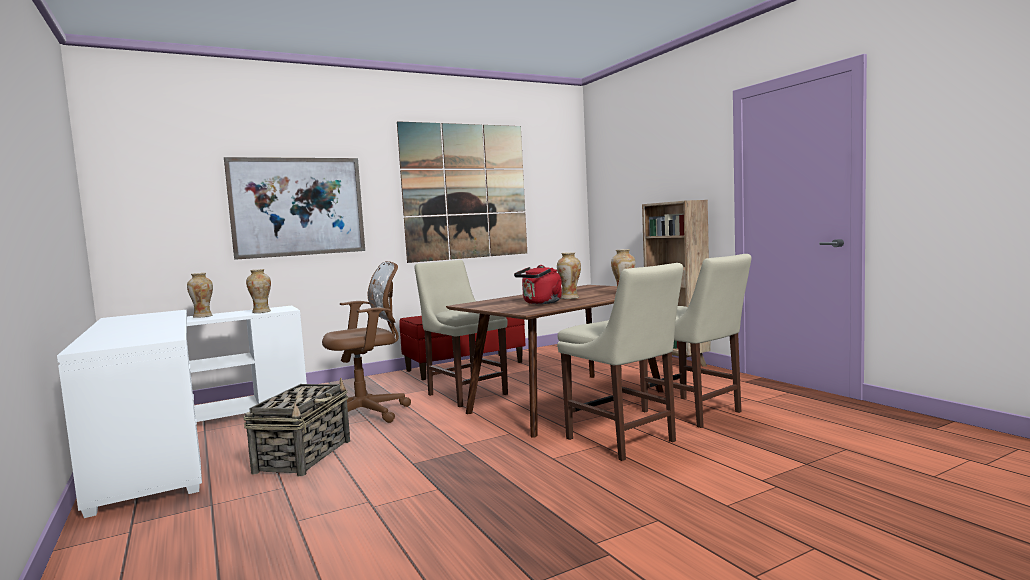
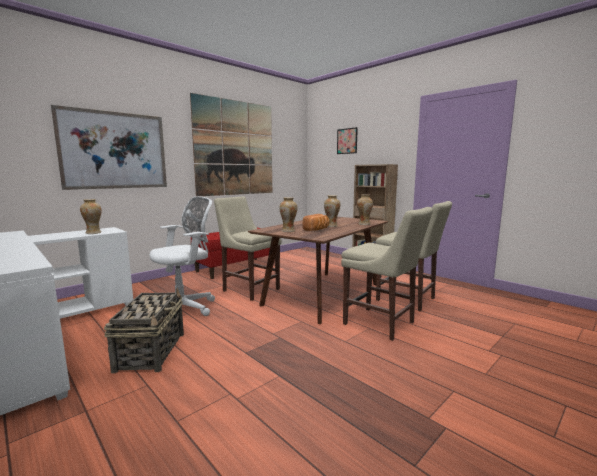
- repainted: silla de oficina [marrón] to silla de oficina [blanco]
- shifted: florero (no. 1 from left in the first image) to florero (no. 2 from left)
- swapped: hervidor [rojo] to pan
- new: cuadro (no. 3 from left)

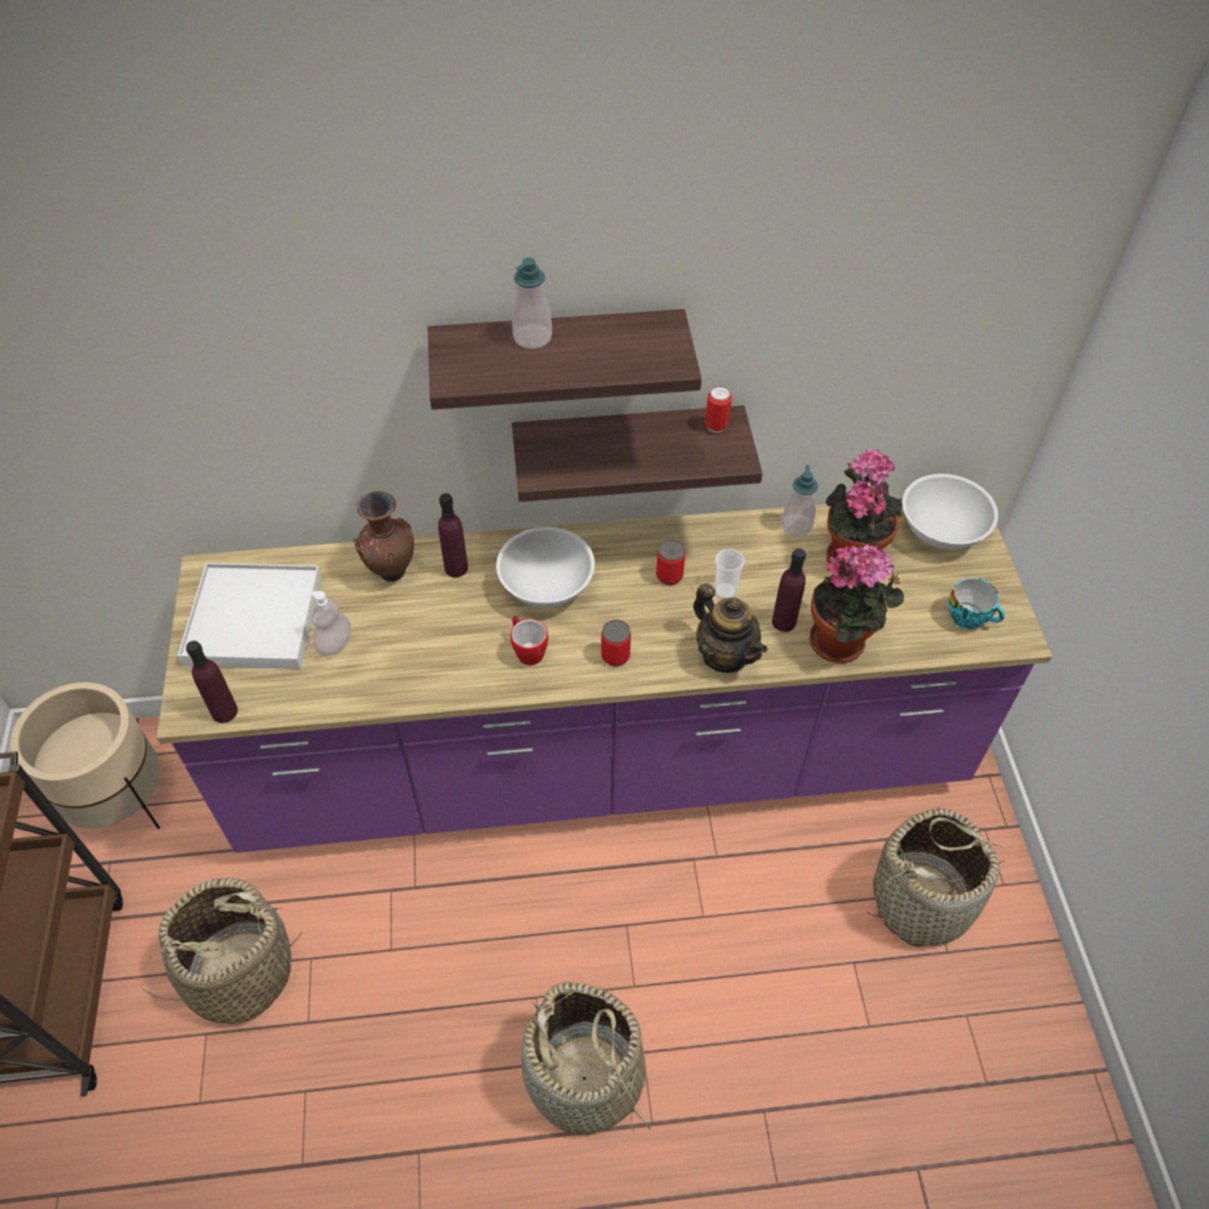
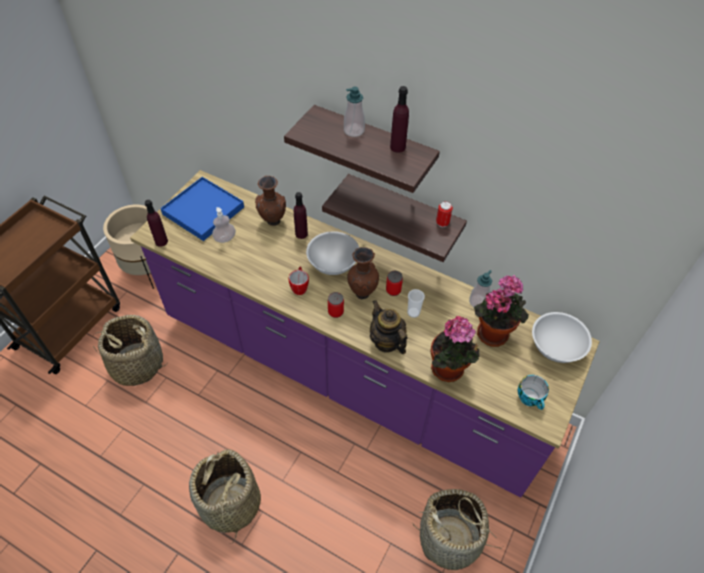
- repainted: bandeja [blanco] to bandeja [azul]
- new: florero [marrón] (no. 2 from left)
- rotated: tetera 150 degrees clockwise
- shifted: botella [morado] (no. 3 from left)

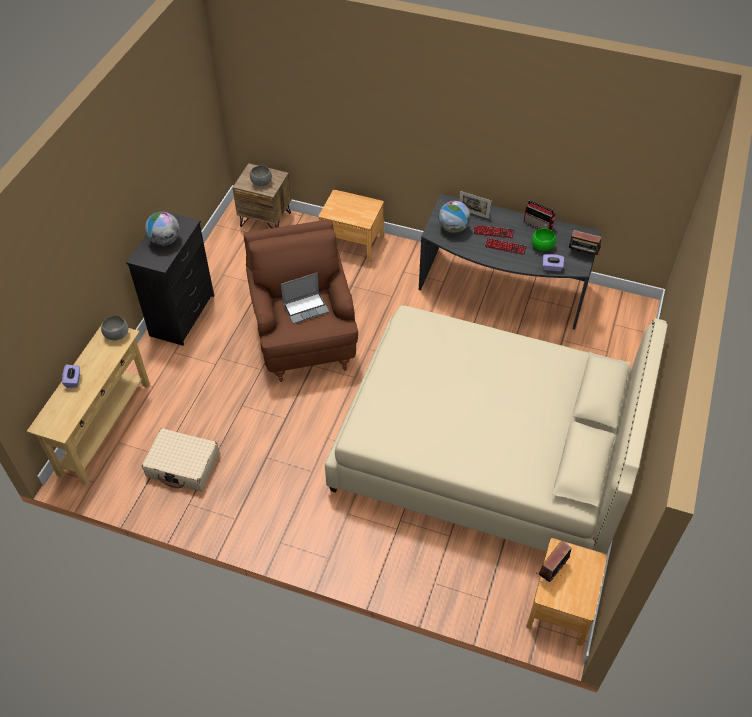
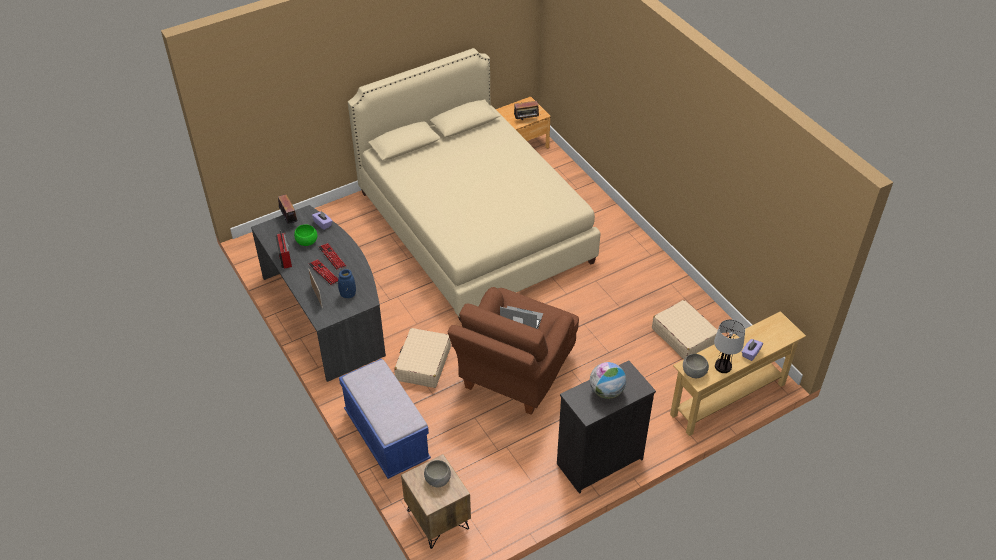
- swapped: globo terráqueo (no. 2 from left) to florero [azul]
- swapped: mesita de noche [marrón] (no. 2 from left) to banco [azul]
- new: maleta [beis] (no. 1 from left)
- new: lámpara de mesa

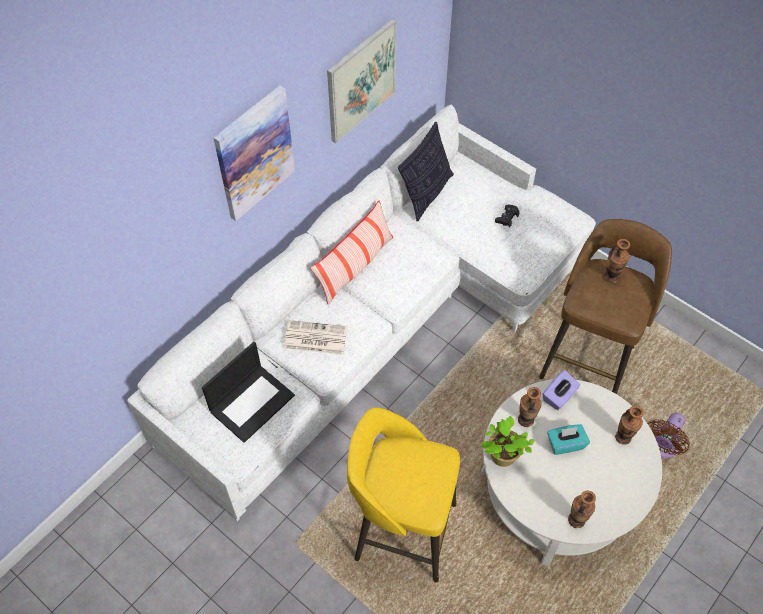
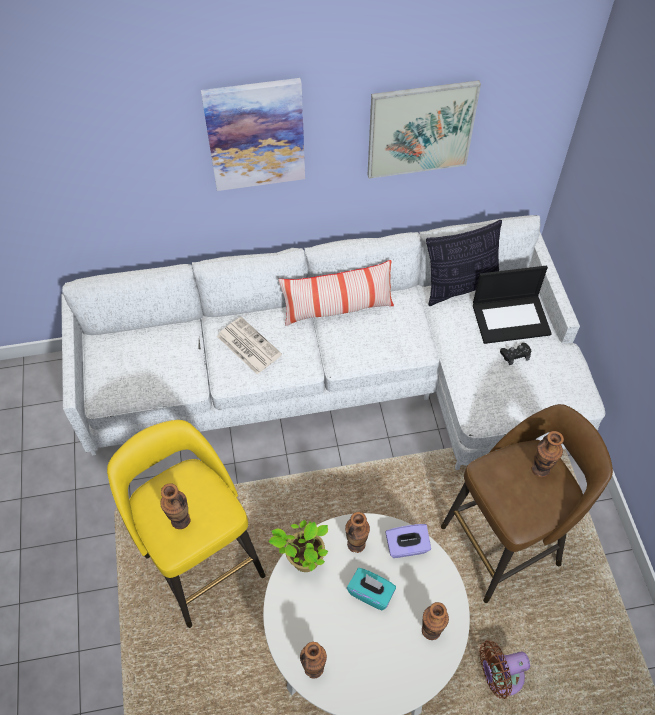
- new: florero (no. 1 from left)
- shifted: portátil

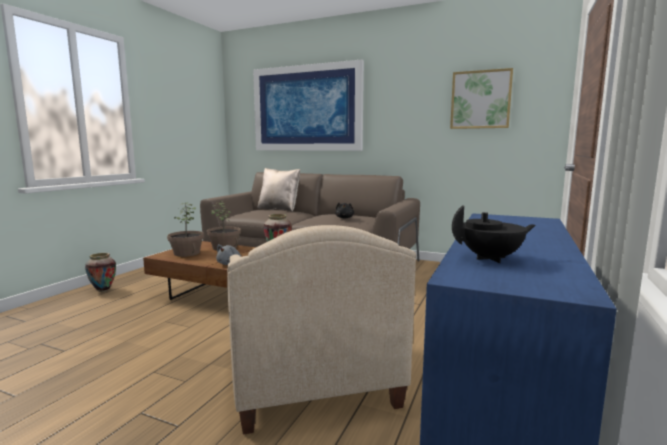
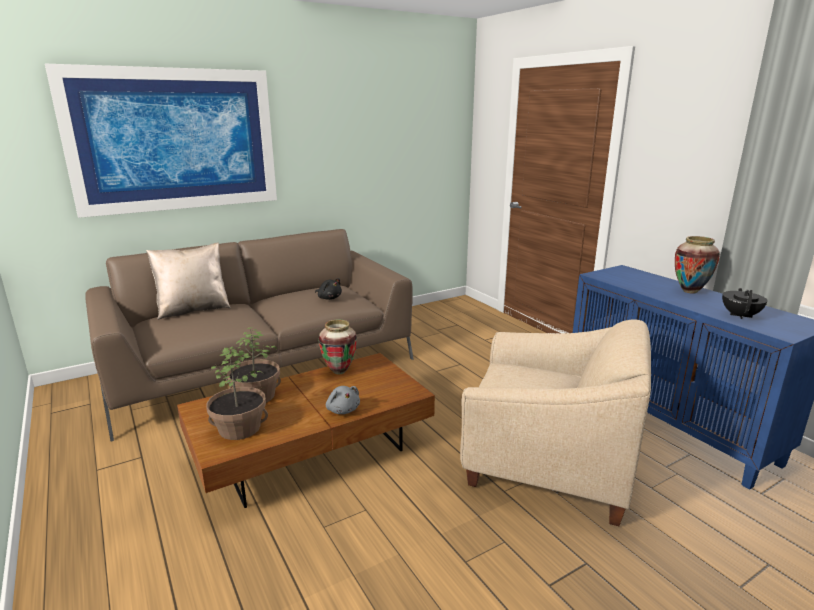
- shifted: florero (no. 1 from left in the first image) to florero (no. 2 from left)
- gone: cuadro (no. 2 from left)

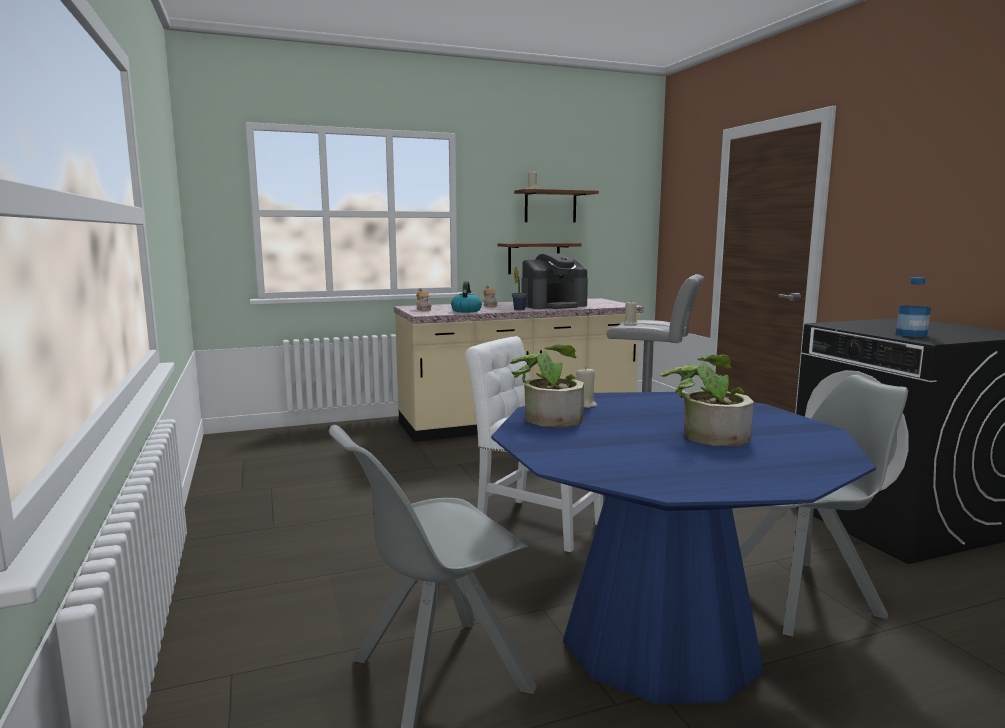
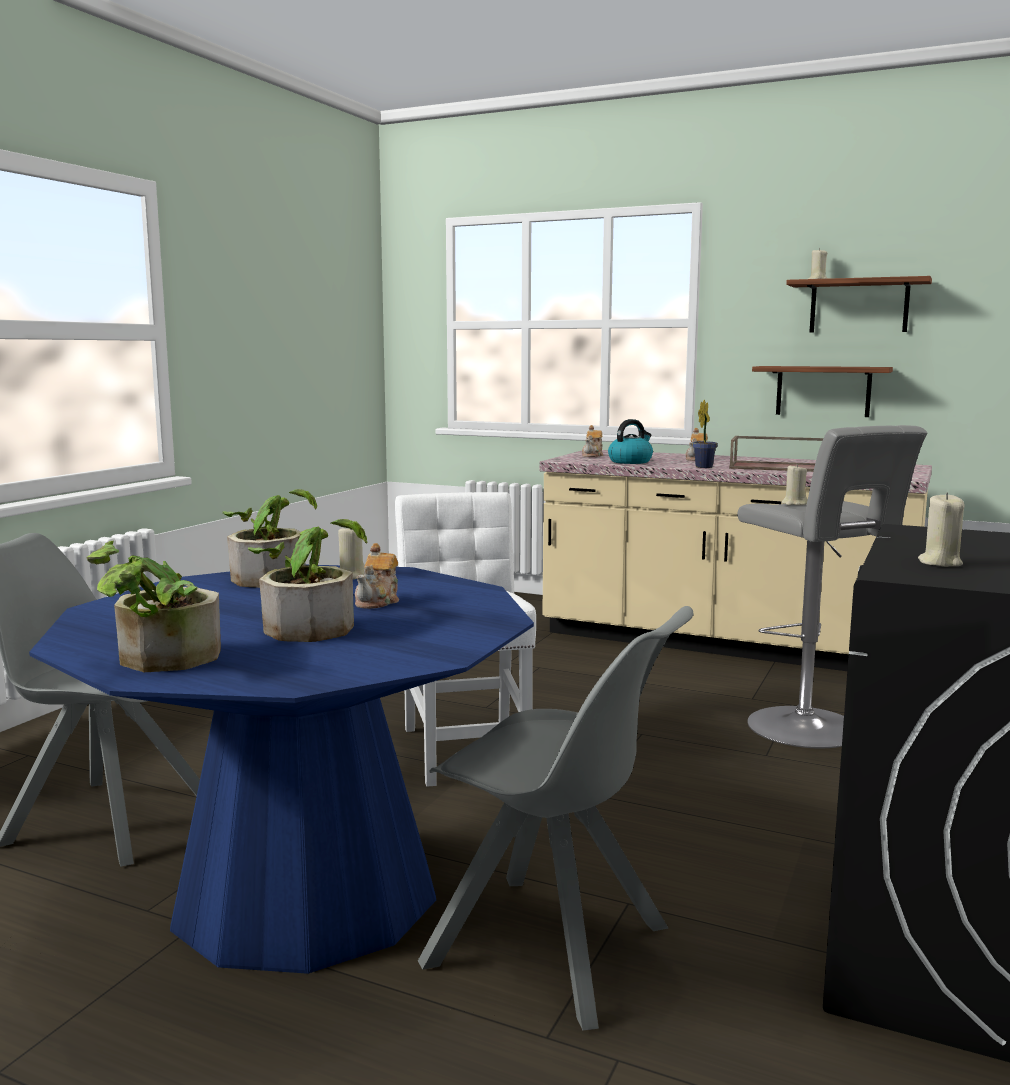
- new: planta en maceta (no. 1 from left)
- new: tetera (no. 1 from left)
- swapped: cafetera to bandeja [marrón]
- swapped: botella to vela [beis] (no. 4 from left)

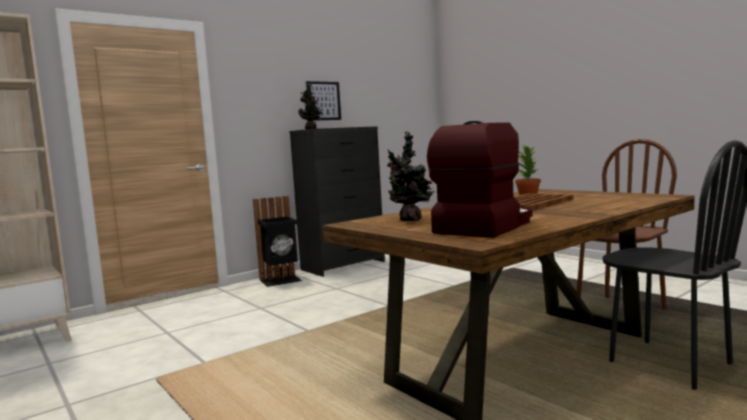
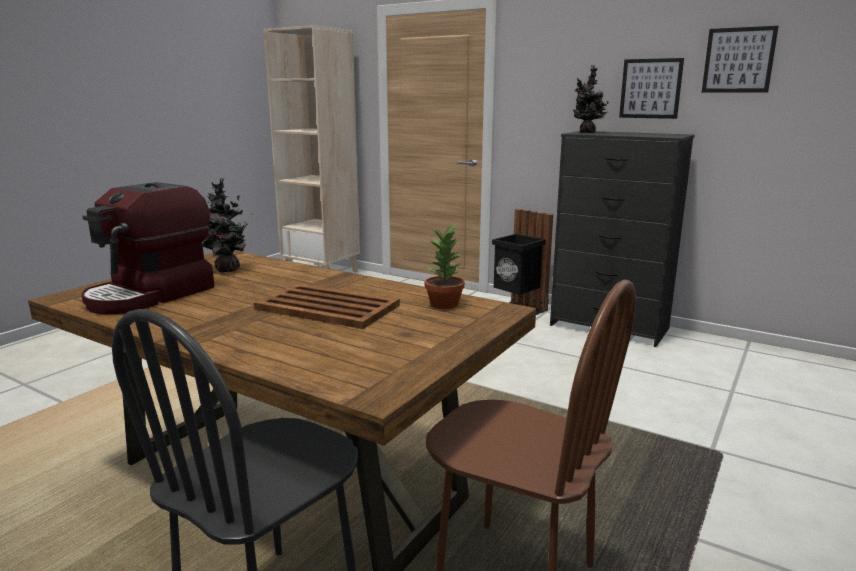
- rotated: cafetera 105 degrees clockwise
- new: cuadro (no. 2 from left)

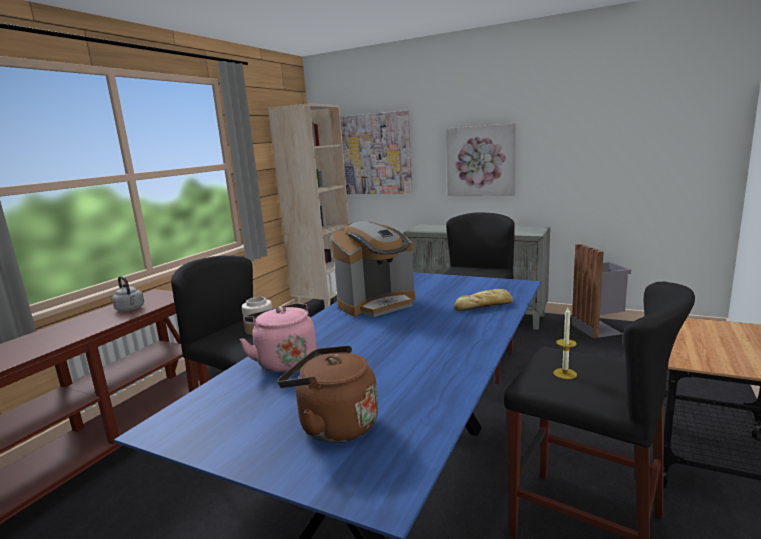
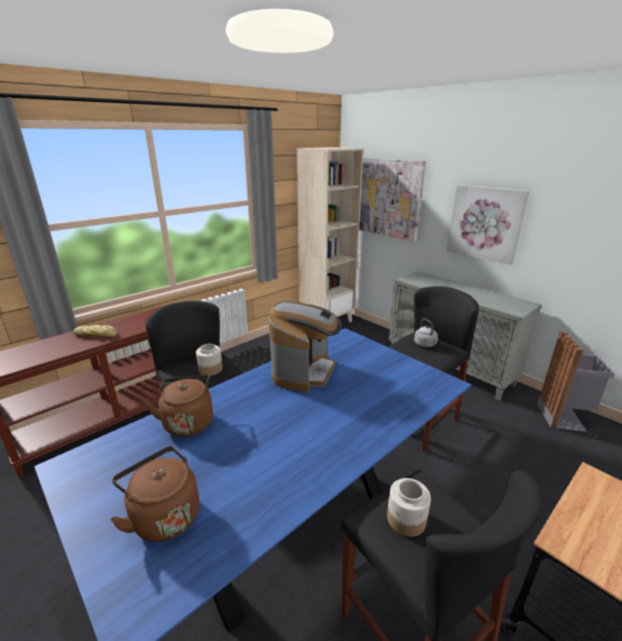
- shifted: pan
- repainted: hervidor [rosa] to hervidor [marrón] (no. 2 from left)
- rotated: cafetera 60 degrees counterclockwise
- swapped: vela to tarro (no. 2 from left)
- shifted: hervidor [gris]

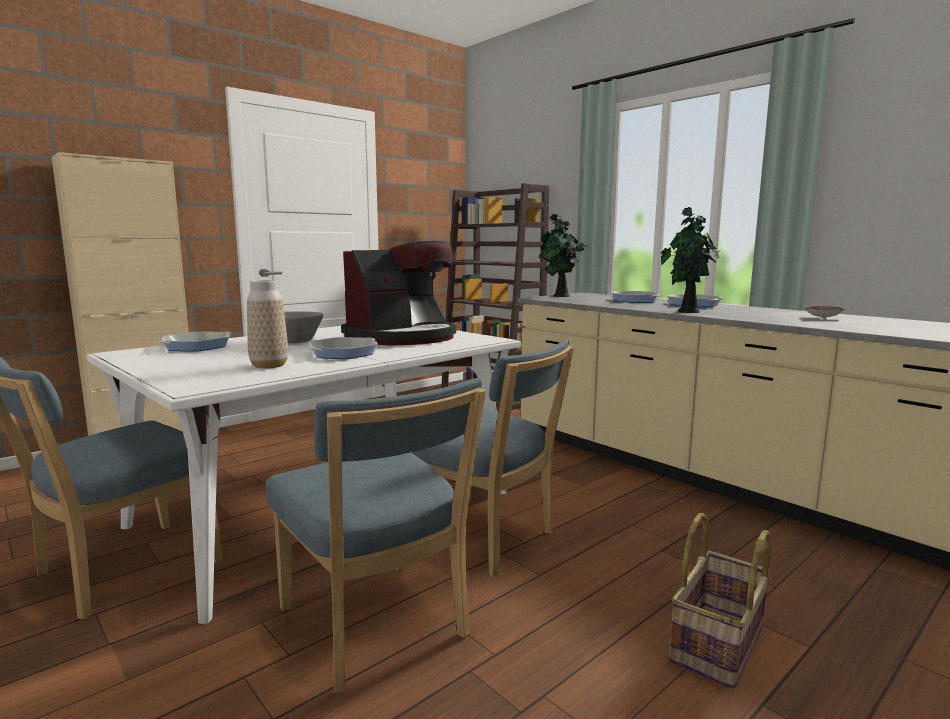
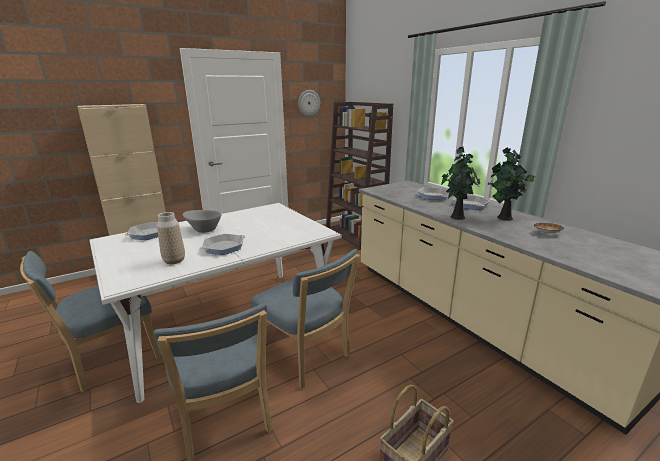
- new: reloj de pared
- shifted: planta en maceta (no. 1 from left in the first image) to planta en maceta (no. 2 from left)
- gone: cafetera

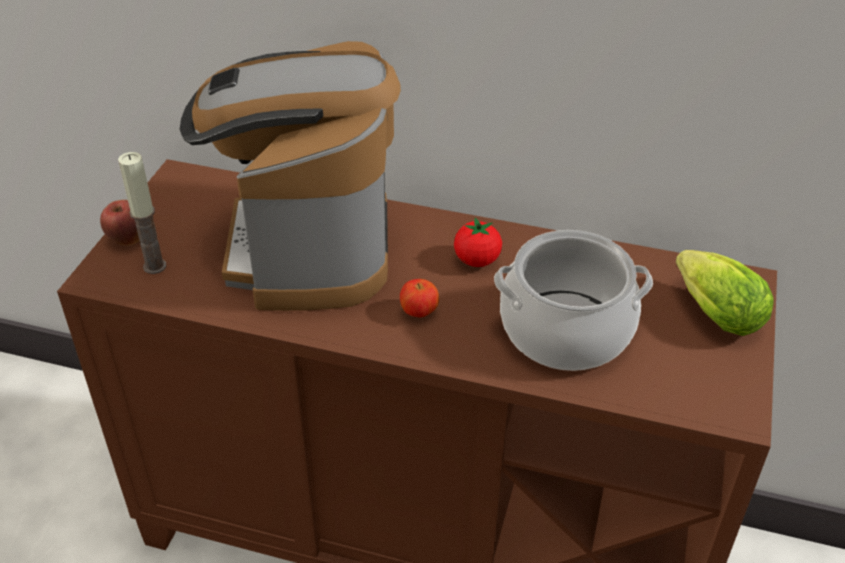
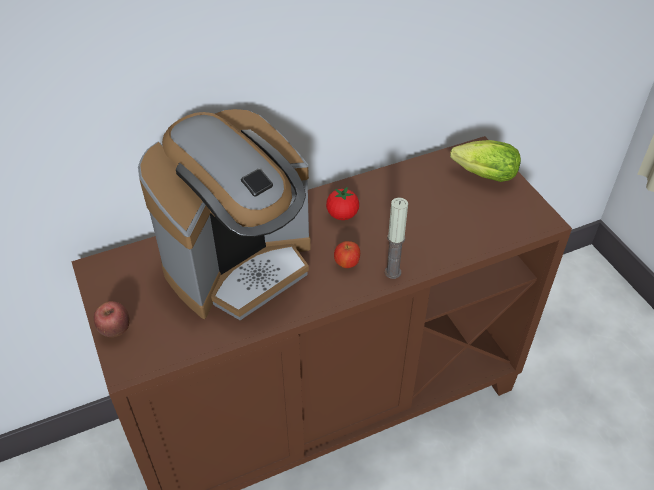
- rotated: cafetera 90 degrees counterclockwise
- shifted: vela
- gone: olla

